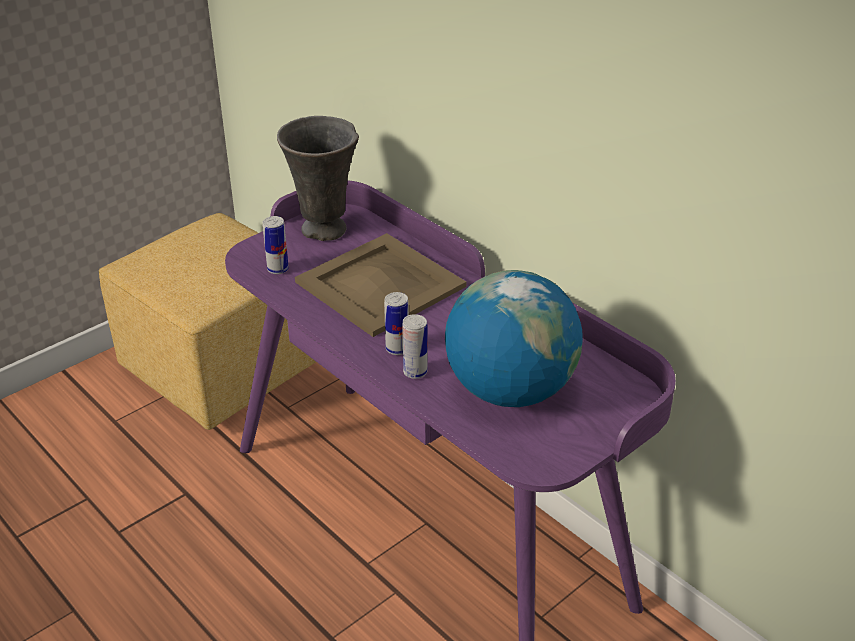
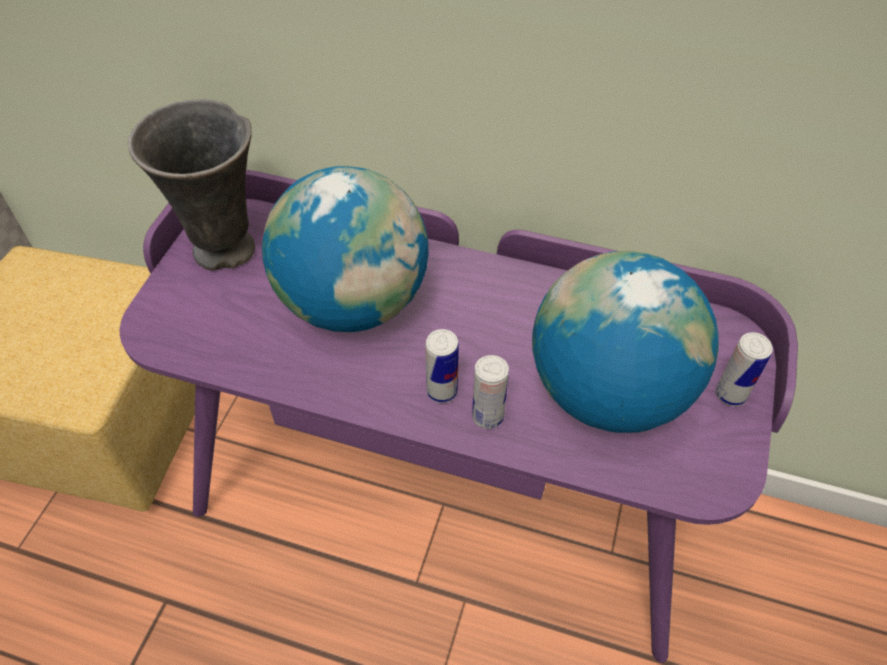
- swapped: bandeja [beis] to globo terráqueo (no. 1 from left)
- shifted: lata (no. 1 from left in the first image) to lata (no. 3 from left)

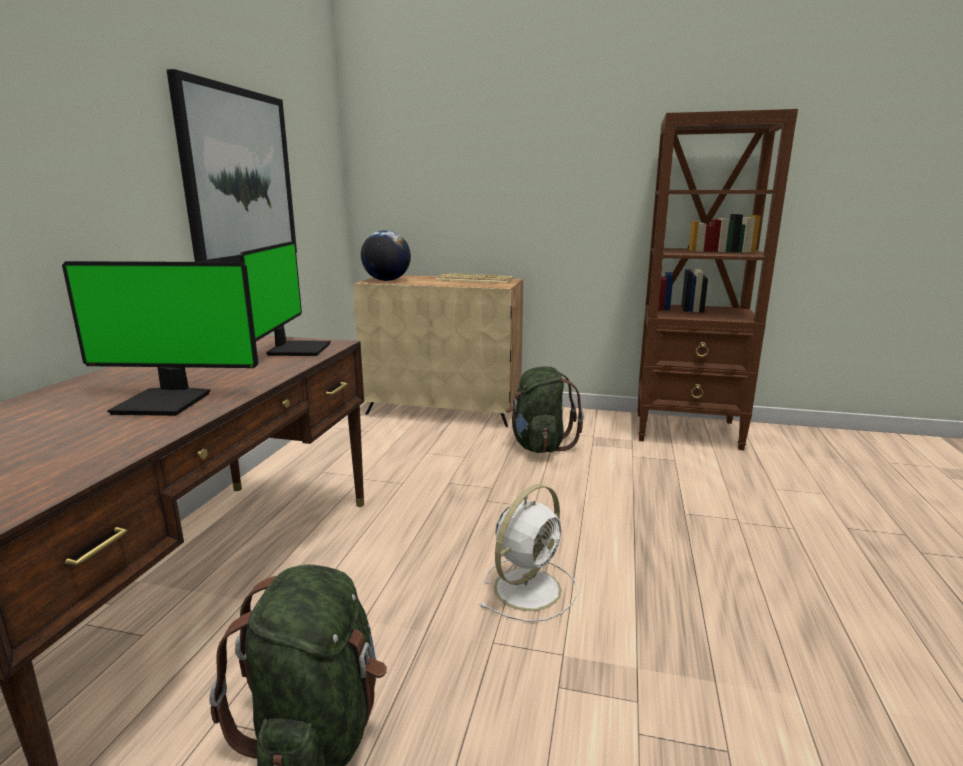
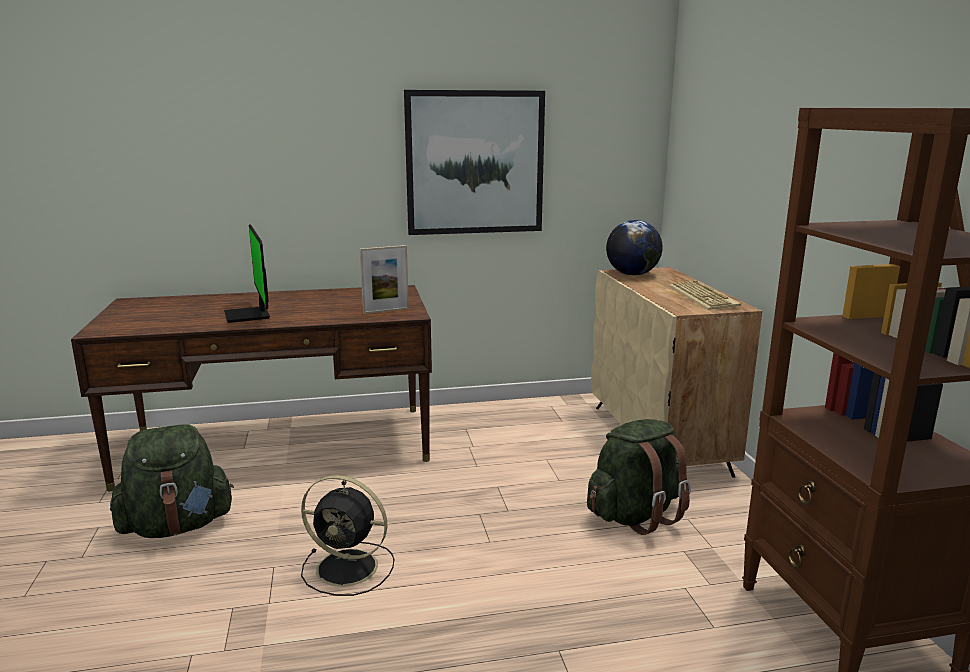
- repainted: ventilador [blanco] to ventilador [negro]
- swapped: monitor (no. 2 from left) to portarretratos

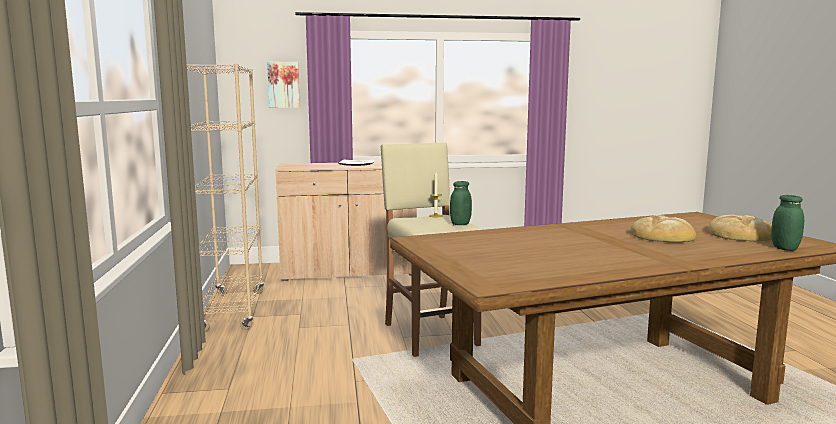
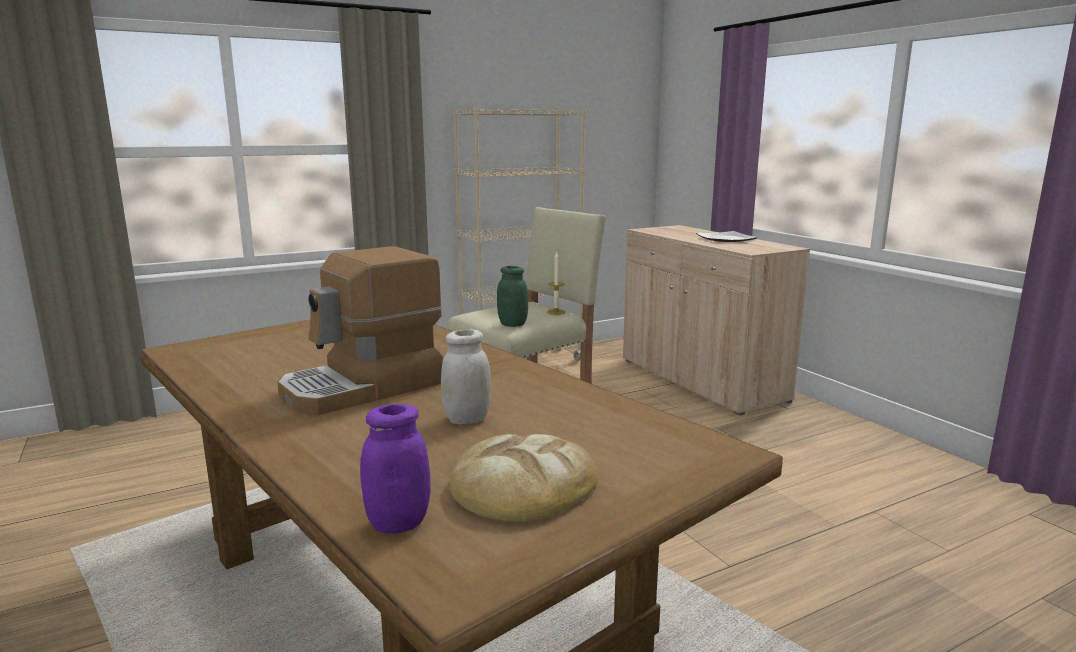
- new: cafetera
- repainted: tarro [verde] (no. 2 from left) to tarro [morado]
- swapped: pan (no. 1 from left) to tarro [blanco]
- gone: cuadro

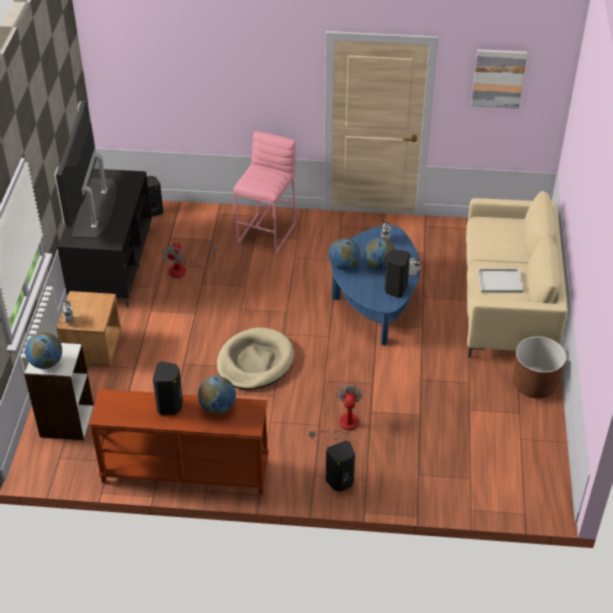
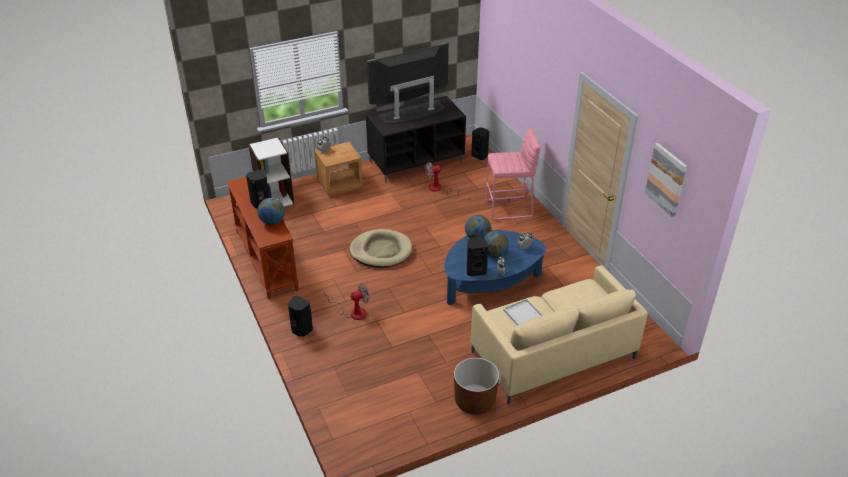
- gone: globo terráqueo (no. 1 from left)

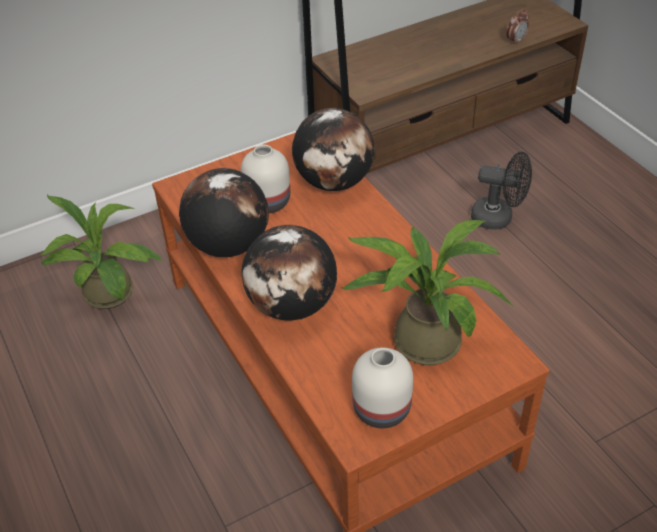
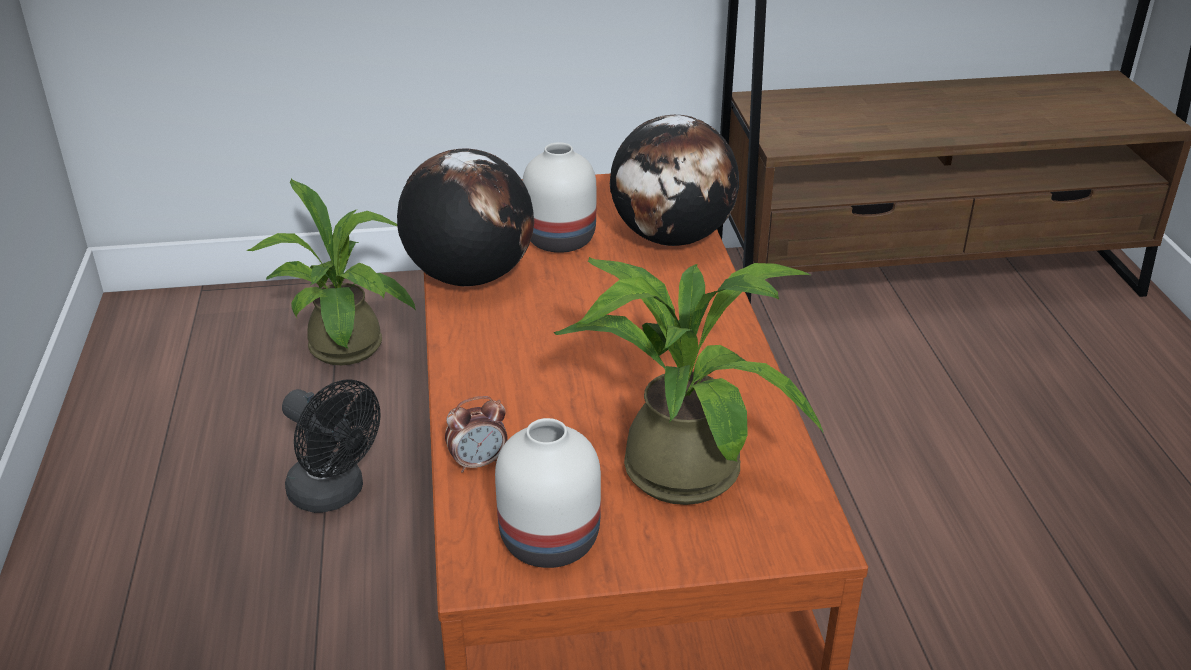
- shifted: ventilador [negro]
- shifted: despertador
- gone: globo terráqueo (no. 2 from left)

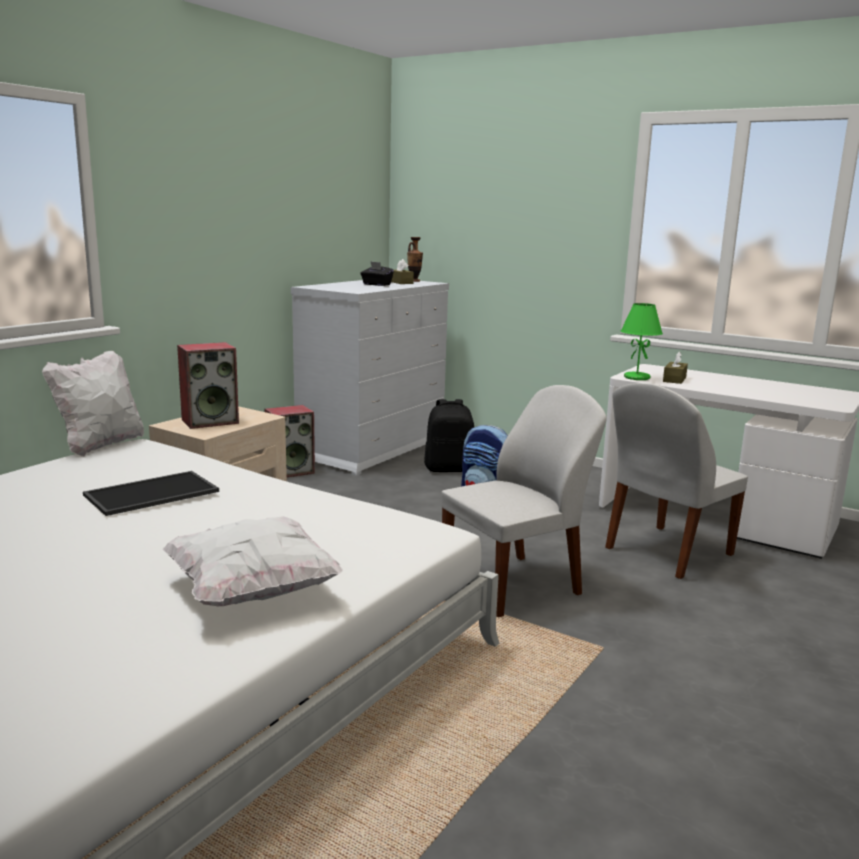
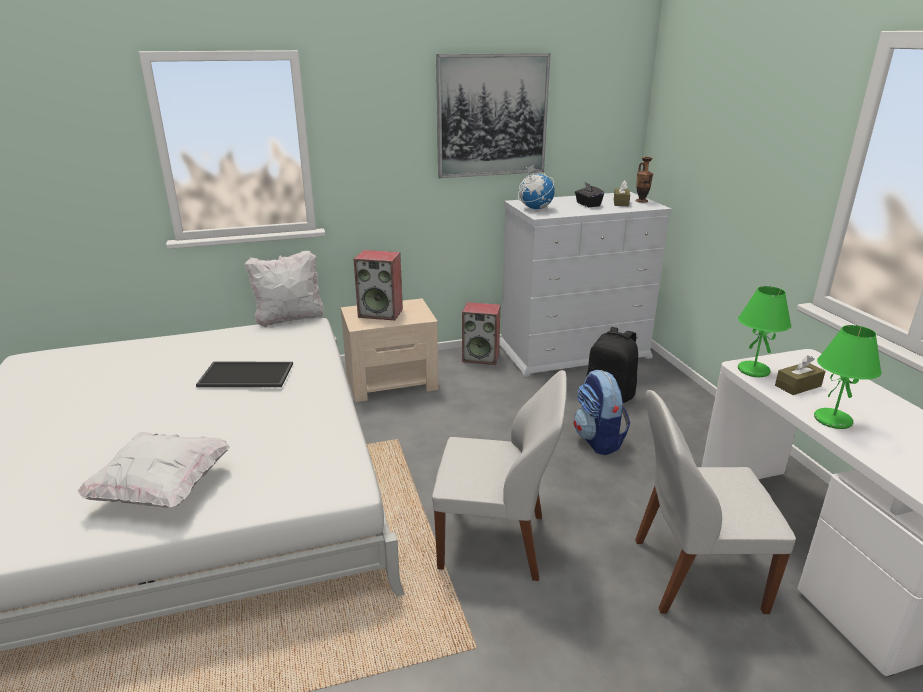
- new: cuadro
- new: globo terráqueo
- new: lámpara de mesa [verde] (no. 2 from left)

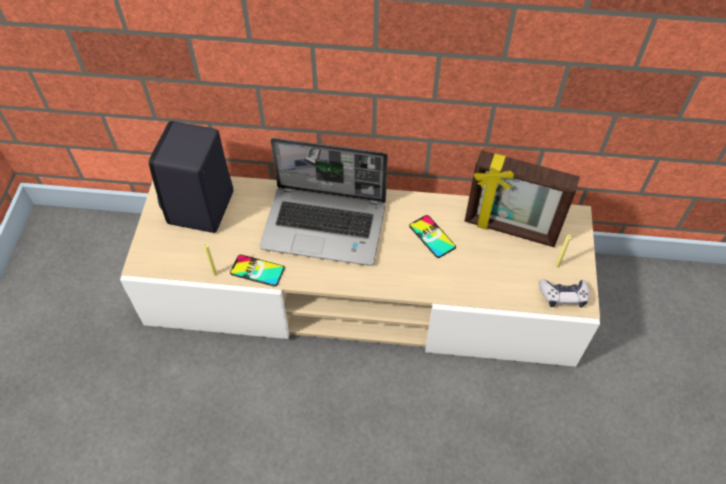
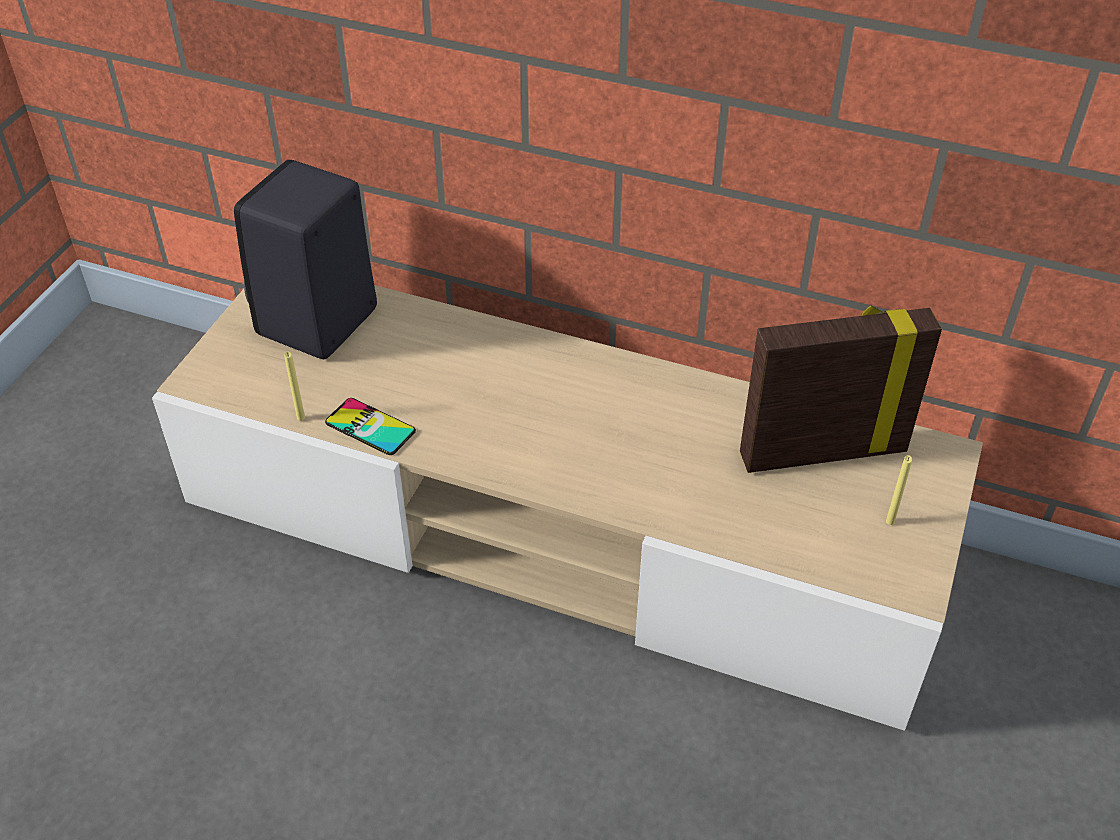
- rotated: portarretratos 135 degrees clockwise
- gone: portátil
- gone: móvil (no. 2 from left)
- gone: mando de consola

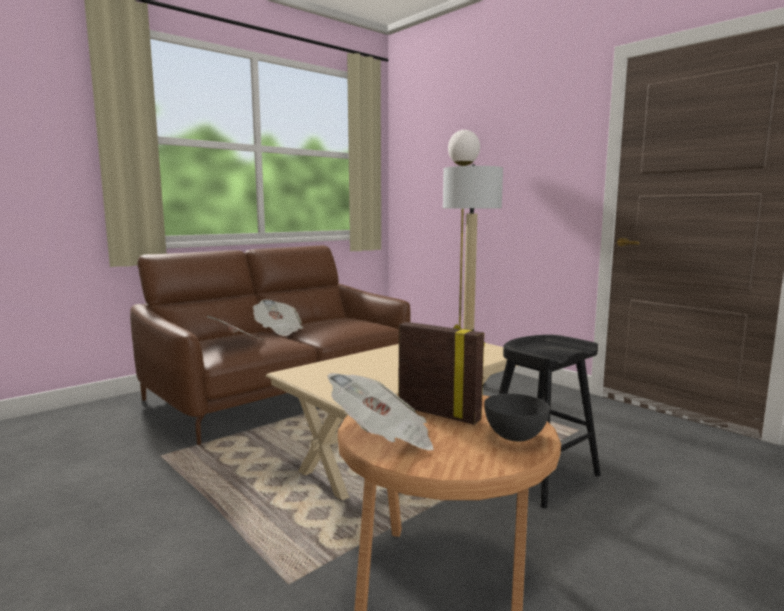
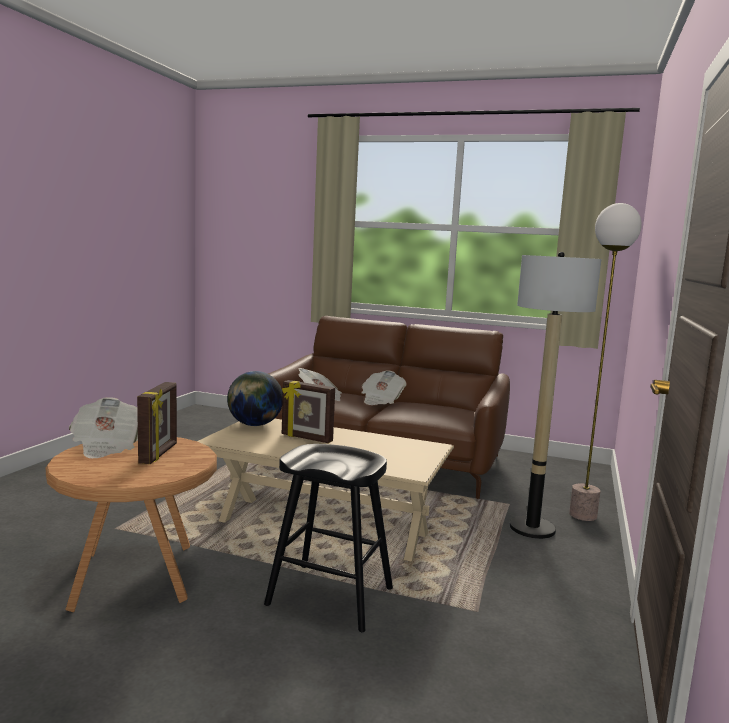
- new: globo terráqueo
- new: portarretratos (no. 2 from left)
- gone: cuenco [gris]

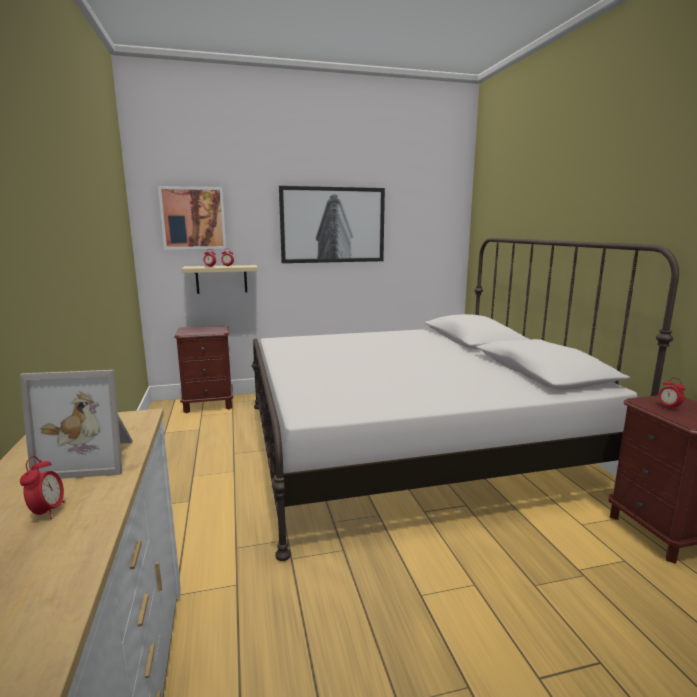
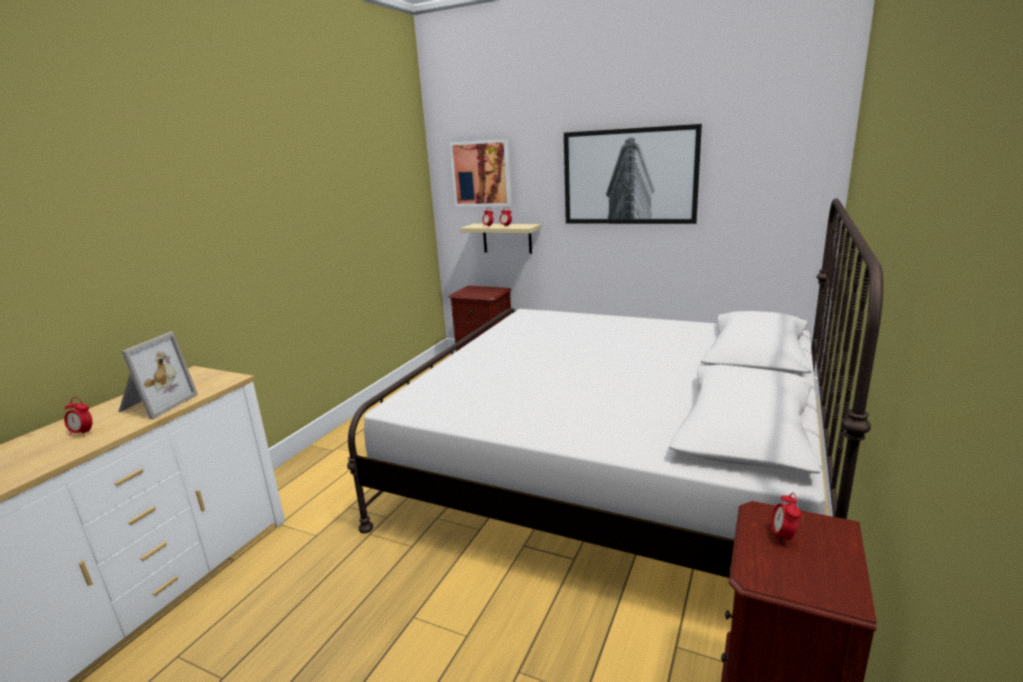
- rotated: despertador (no. 1 from left) 75 degrees clockwise
- rotated: portarretratos 105 degrees counterclockwise

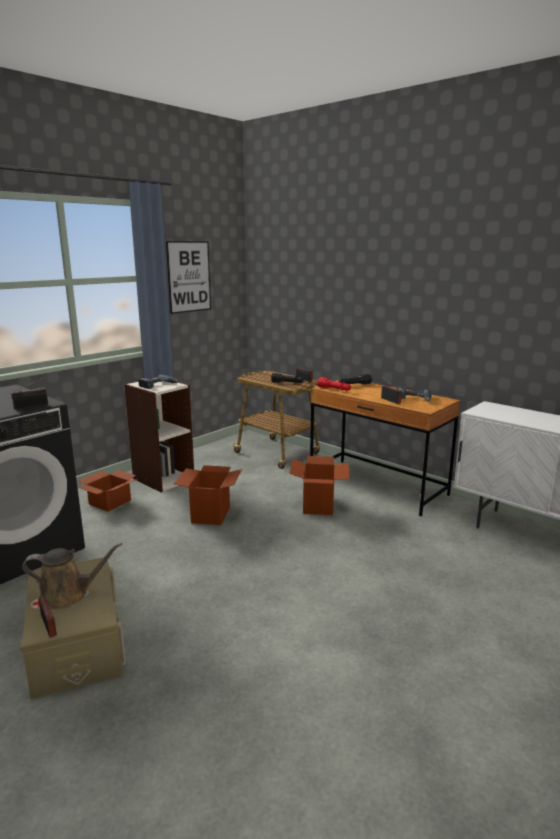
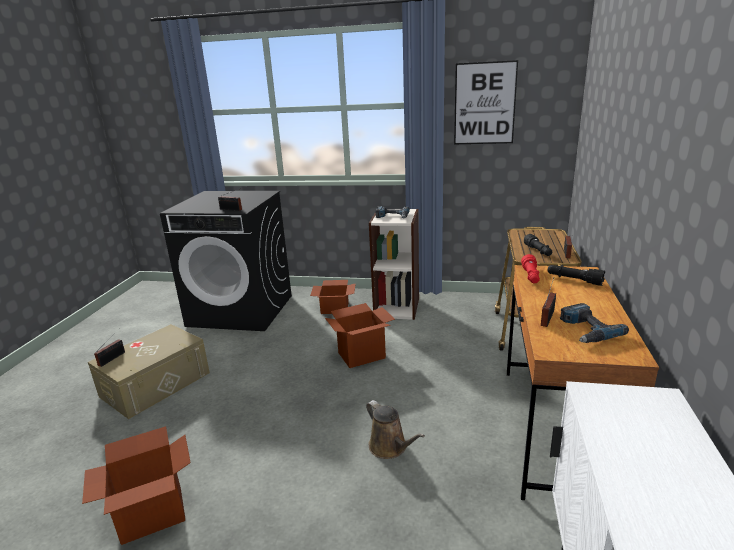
- shifted: caja de cartón (no. 3 from left in the first image) to caja de cartón (no. 1 from left)
- shifted: regadera [marrón]

